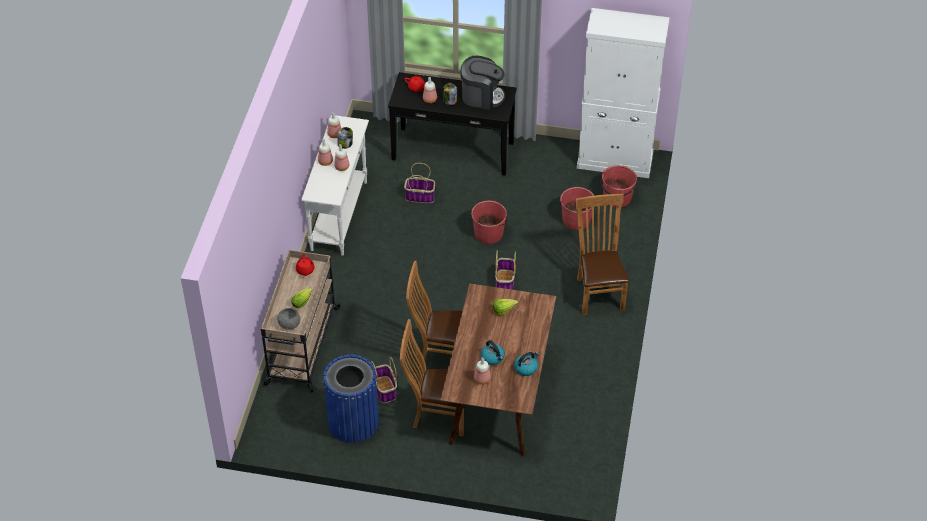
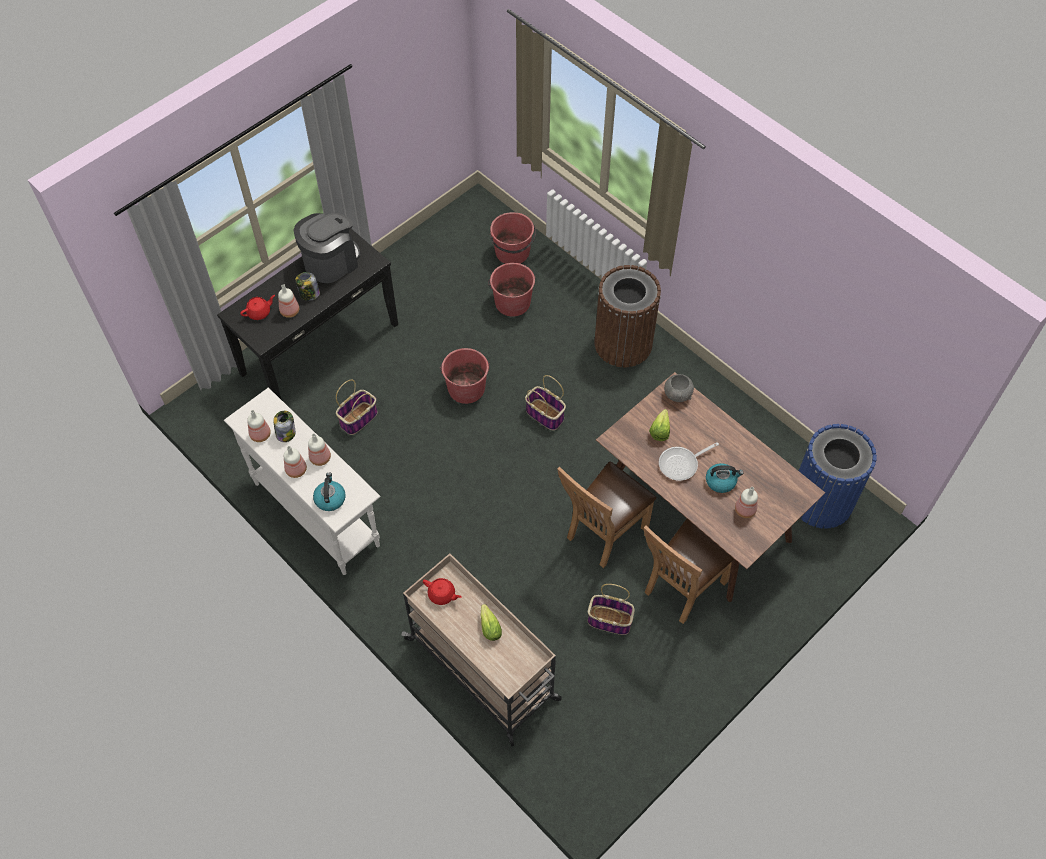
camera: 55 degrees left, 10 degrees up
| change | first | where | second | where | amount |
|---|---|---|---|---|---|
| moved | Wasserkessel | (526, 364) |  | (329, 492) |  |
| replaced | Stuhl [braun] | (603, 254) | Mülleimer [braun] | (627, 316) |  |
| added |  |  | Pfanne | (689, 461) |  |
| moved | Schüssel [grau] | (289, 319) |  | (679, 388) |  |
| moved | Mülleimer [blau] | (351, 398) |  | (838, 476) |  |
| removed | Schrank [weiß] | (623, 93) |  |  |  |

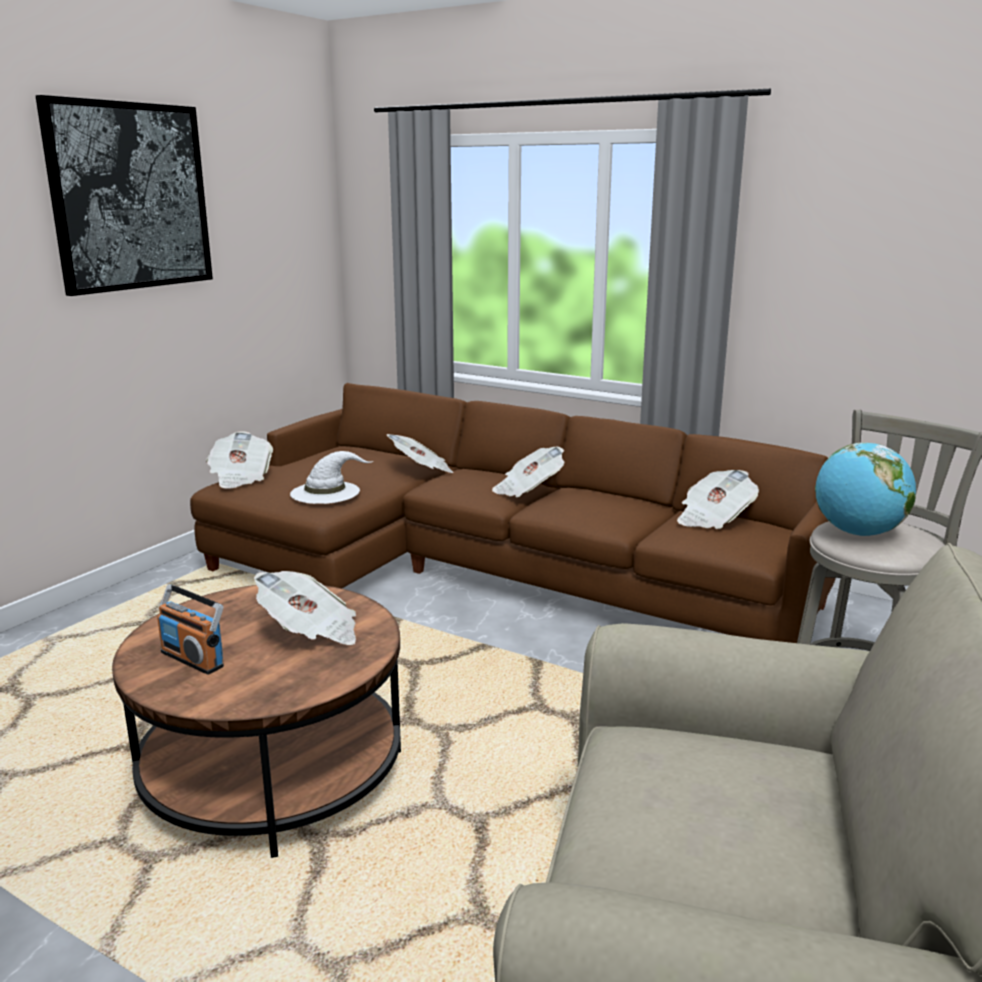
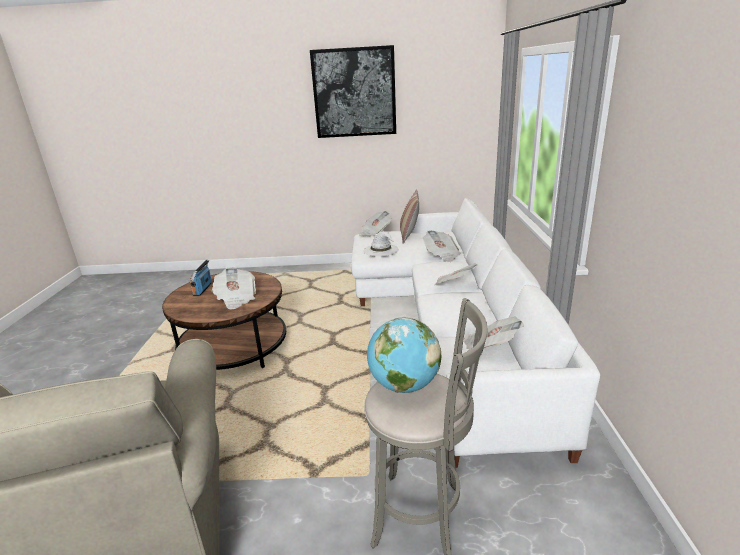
camera: 60 degrees right, 5 degrees up
| change | first | where | second | where | amount |
|---|---|---|---|---|---|
| recoloured | Sofa [braun] | (513, 513) | Sofa [weiß] | (475, 333) |  |
| added |  |  | Kissen | (409, 216) |  |

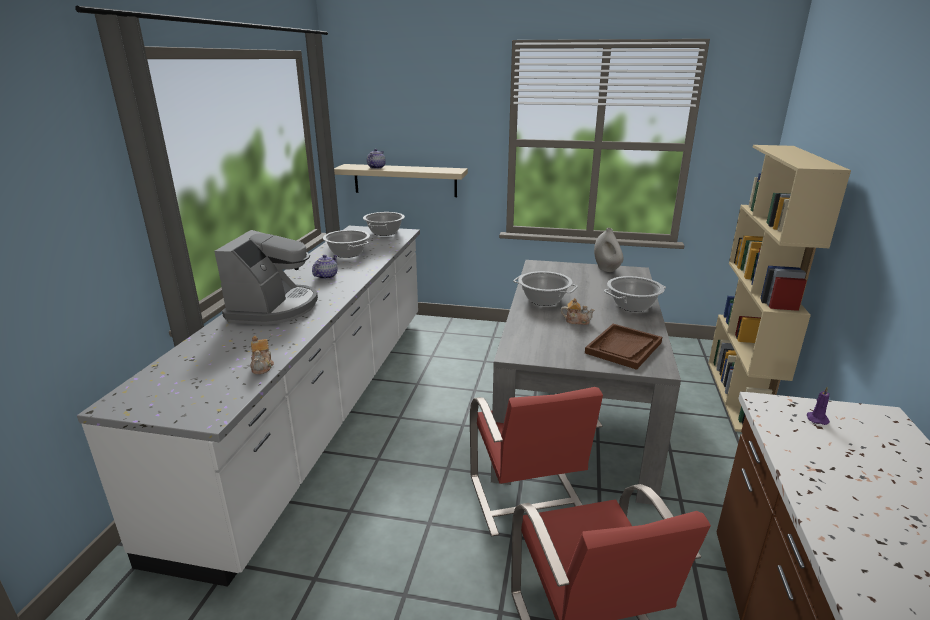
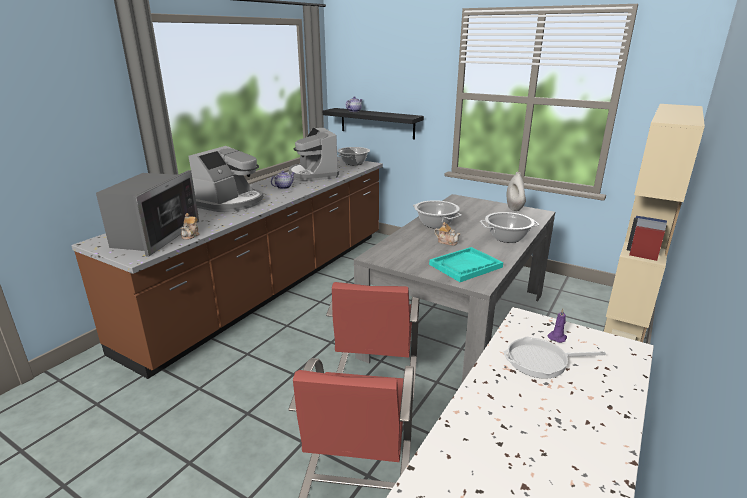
camera: 20 degrees right, 0 degrees up
| change | first | where | second | where | amount |
|---|---|---|---|---|---|
| recoloured | Küchenzeile [weiß] | (248, 406) | Küchenzeile [braun] | (227, 268) |  |
| added |  |  | Mikrowelle | (147, 213) |  |
| replaced | Kochtopf | (346, 244) | Kaffeemaschine | (314, 154) |  |
| recoloured | Wandregal [beige] | (401, 180) | Wandregal [schwarz] | (373, 124) |  |
| recoloured | Tablett [braun] | (623, 347) | Tablett [türkis] | (466, 264) |  |
| added |  |  | Pfanne | (555, 358) |  |

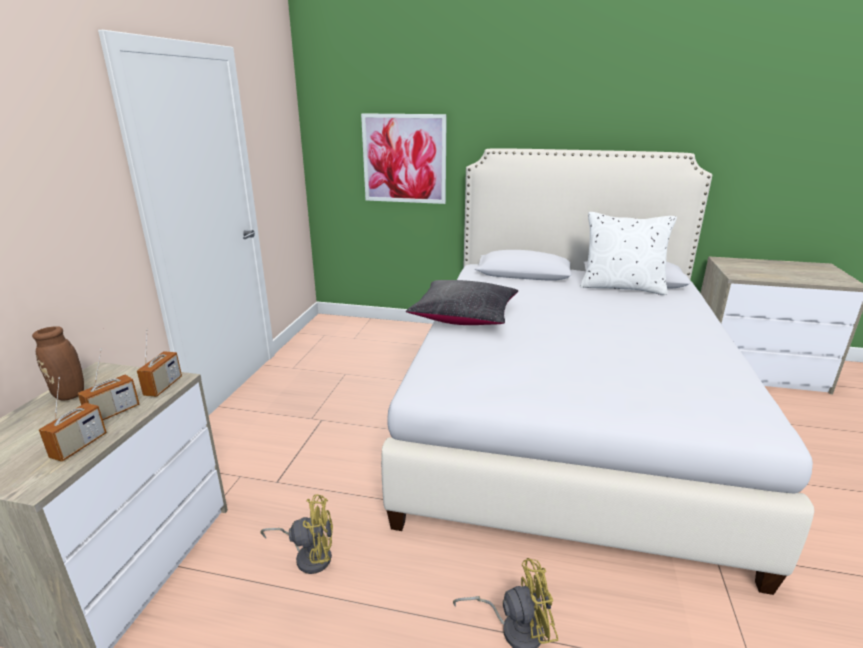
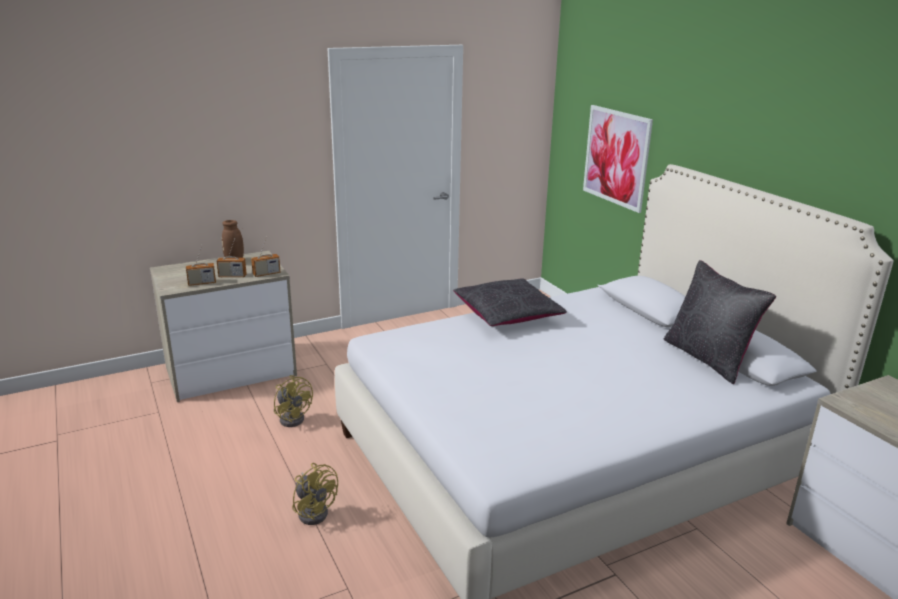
camera: 50 degrees right, 0 degrees up
| change | first | where | second | where | amount |
|---|---|---|---|---|---|
| recoloured | Kissen [weiß] | (628, 253) | Kissen [schwarz] | (719, 322) |  |

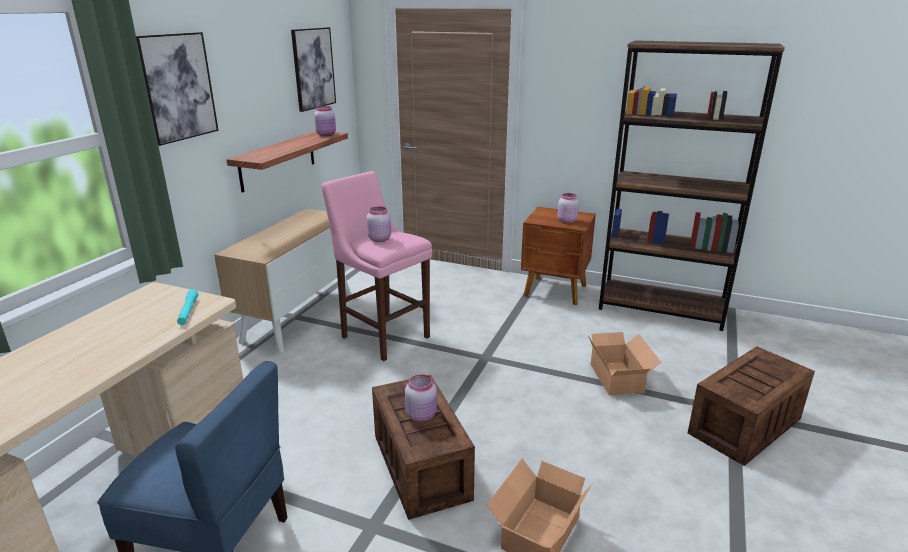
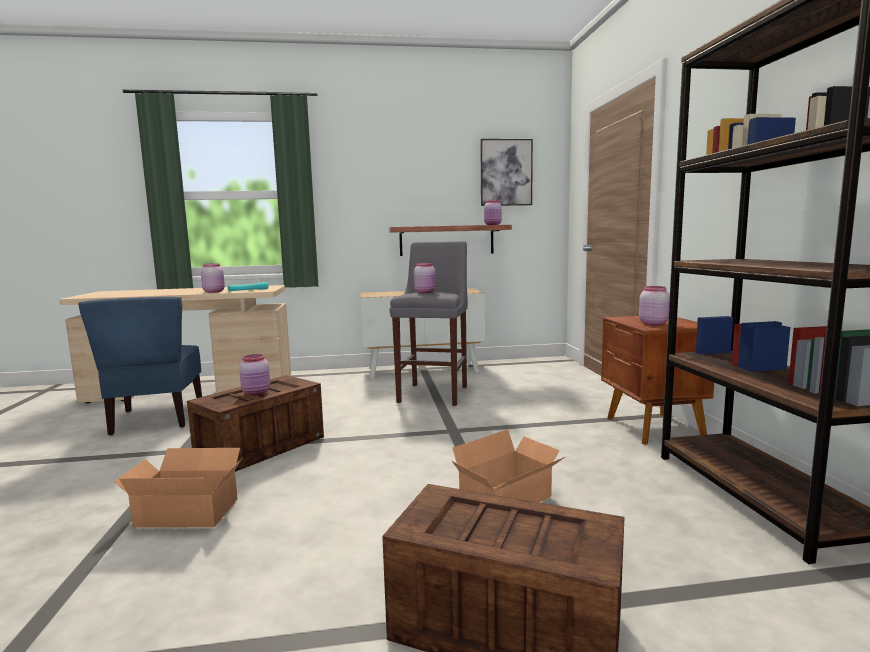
camera: 60 degrees right, 15 degrees down
| change | first | where | second | where | amount |
|---|---|---|---|---|---|
| added |  |  | Vorratsglas [rosa] | (213, 278) |  |
| recoloured | Hocker [rosa] | (376, 266) | Hocker [grau] | (428, 323) |  |
| removed | Bild | (177, 89) |  |  |  |

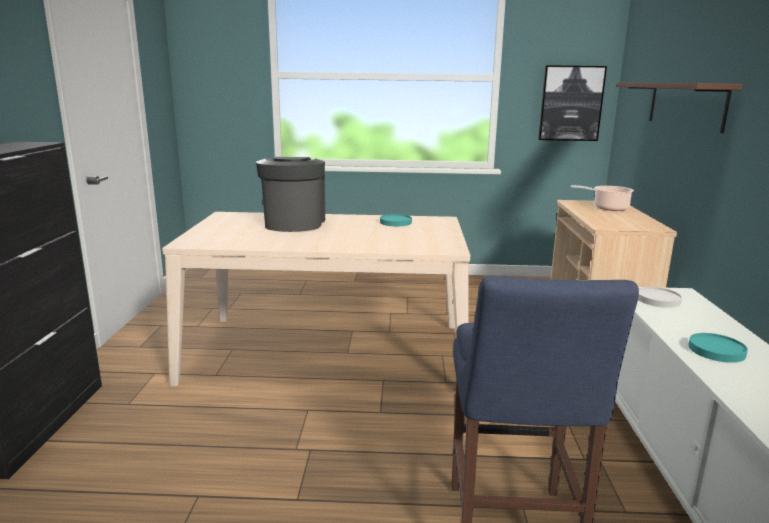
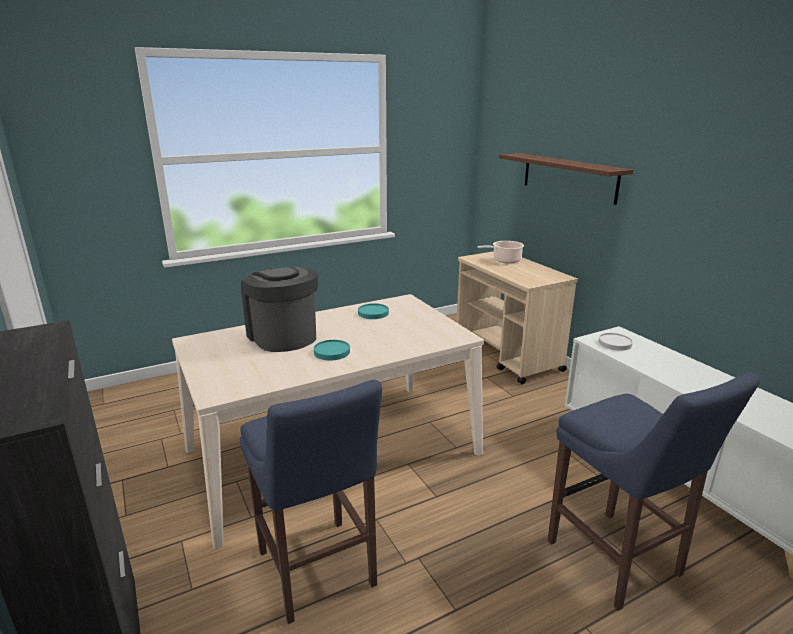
camera: 30 degrees left, 5 degrees up
| change | first | where | second | where | amount |
|---|---|---|---|---|---|
| added |  |  | Hocker [blau] | (311, 502) |  |
| moved | Teller [türkis] | (718, 348) |  | (332, 350) |  |
| removed | Bild | (572, 103) |  |  |  |

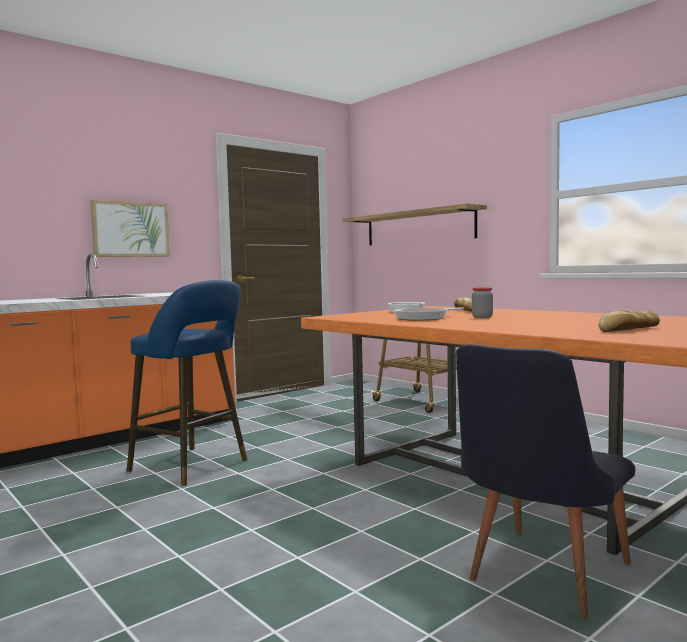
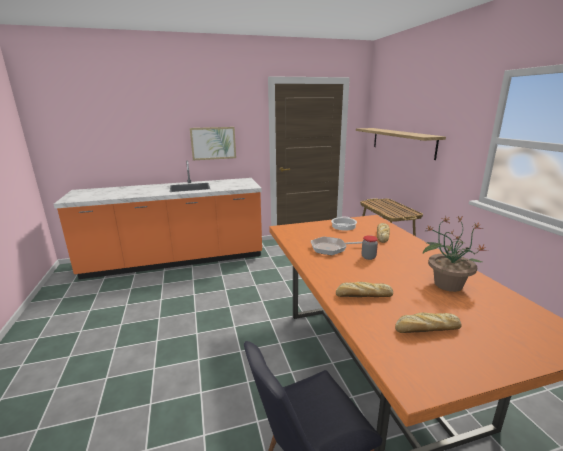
camera: 25 degrees right, 15 degrees up
| change | first | where | second | where | amount |
|---|---|---|---|---|---|
| added |  |  | Brot | (364, 289) |  |
| added |  |  | Topfpflanze | (455, 254) |  |
| removed | Hocker [blau] | (187, 383) |  |  |  |

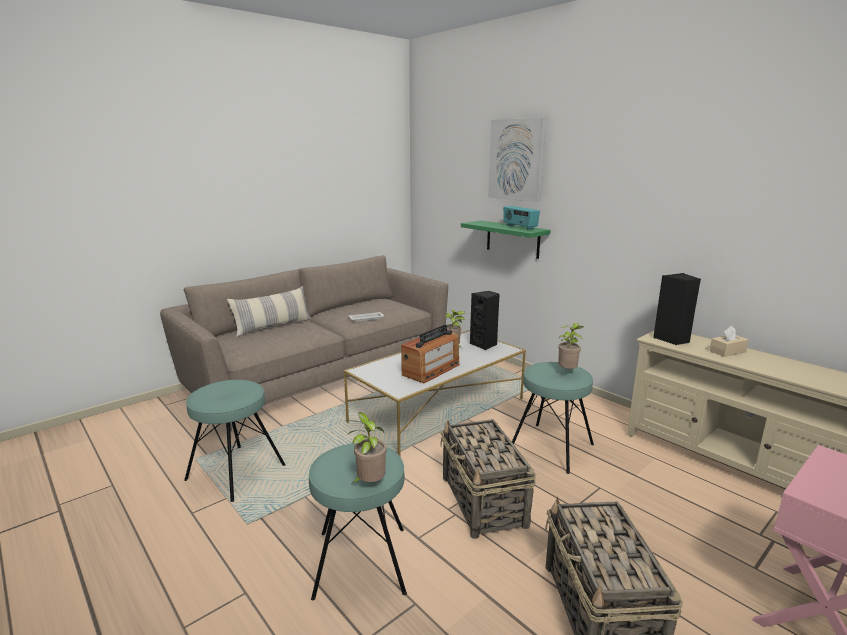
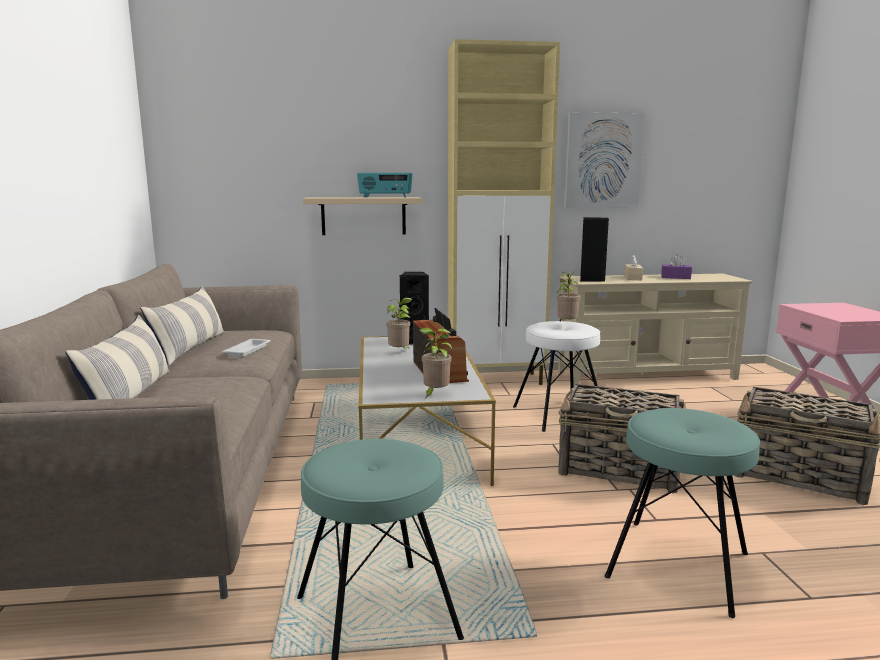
camera: 55 degrees left, 5 degrees down
| change | first | where | second | where | amount |
|---|---|---|---|---|---|
| added |  |  | Kissen | (182, 326) |  |
| recoloured | Wandregal [grün] | (506, 240) | Wandregal [beige] | (362, 216) |  |
| moved | Topfpflanze | (367, 448) |  | (435, 363) |  |
| added |  |  | Schrank [beige] | (504, 212) |  |
| recoloured | Hocker [türkis] | (553, 418) | Hocker [weiß] | (556, 376) |  |
| moved | Bild | (517, 159) |  | (605, 160) |  |
| added |  |  | Taschentuchbox [lila] | (676, 266) |  |

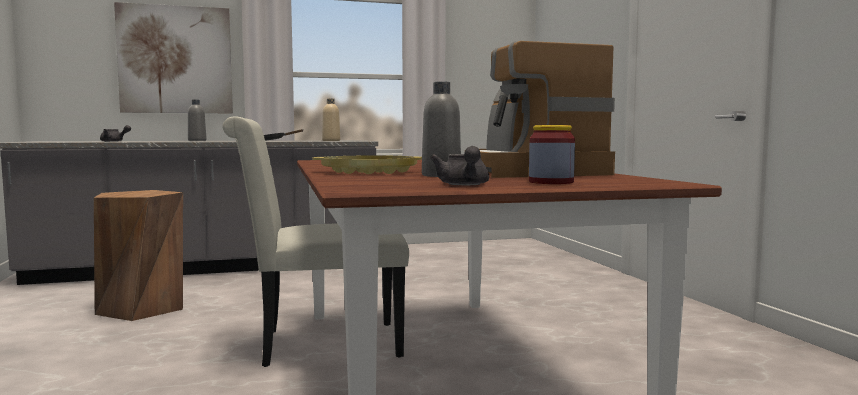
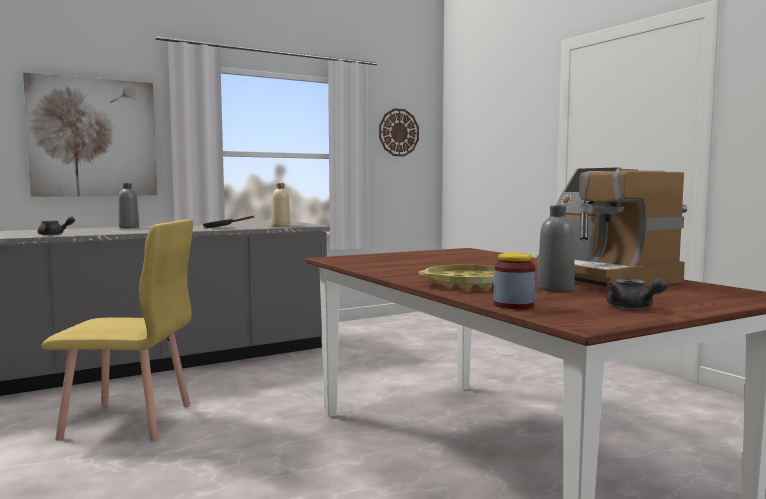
camera: 15 degrees left, 0 degrees up
| change | first | where | second | where | amount |
|---|---|---|---|---|---|
| replaced | Hocker [braun] | (138, 255) | Stuhl [gelb] | (117, 330) |  |
| added |  |  | Wanduhr | (399, 132) |  |
| moved | Vorratsglas | (552, 154) |  | (514, 281) |  |
| removed | Stuhl [weiß] | (315, 241) |  |  |  |

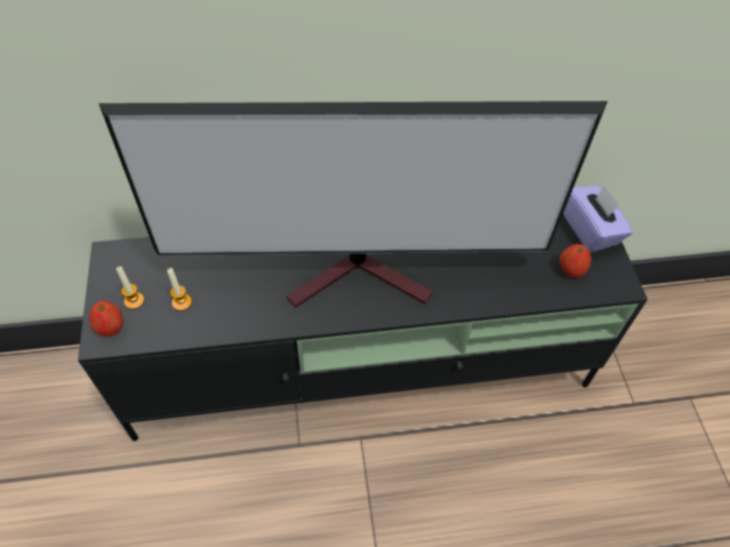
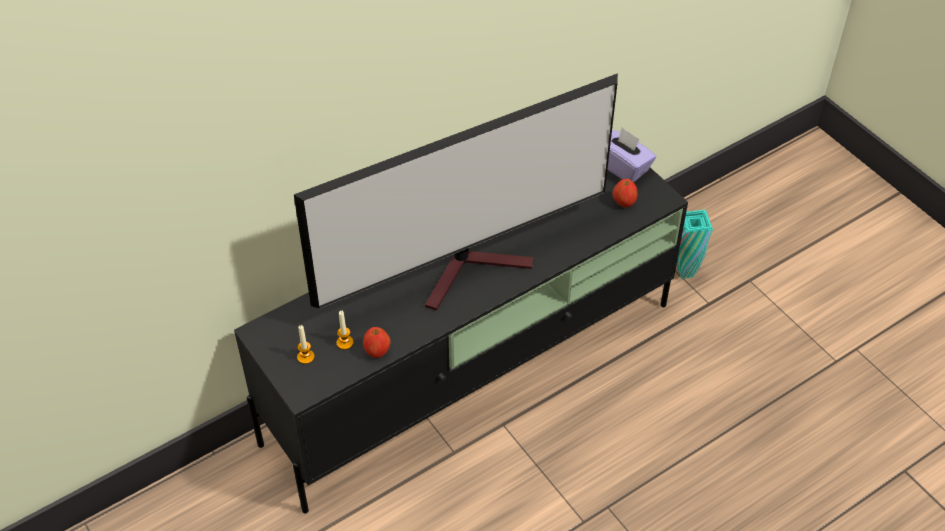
camera: 25 degrees left, 5 degrees down
| change | first | where | second | where | amount |
|---|---|---|---|---|---|
| moved | Apfel | (106, 319) |  | (377, 342) |  |
| added |  |  | Vase [türkis] | (695, 244) |  |

